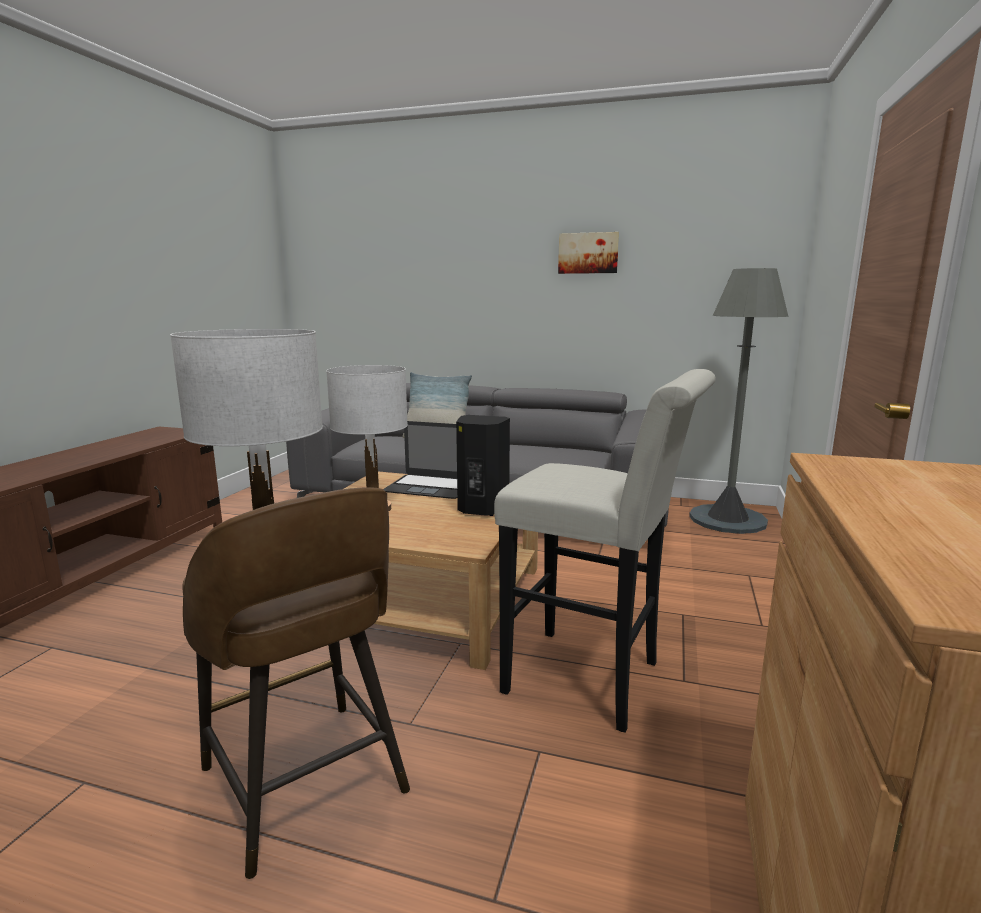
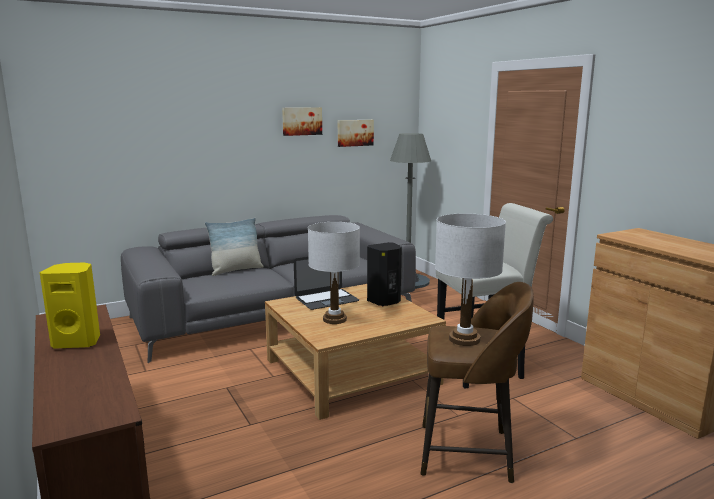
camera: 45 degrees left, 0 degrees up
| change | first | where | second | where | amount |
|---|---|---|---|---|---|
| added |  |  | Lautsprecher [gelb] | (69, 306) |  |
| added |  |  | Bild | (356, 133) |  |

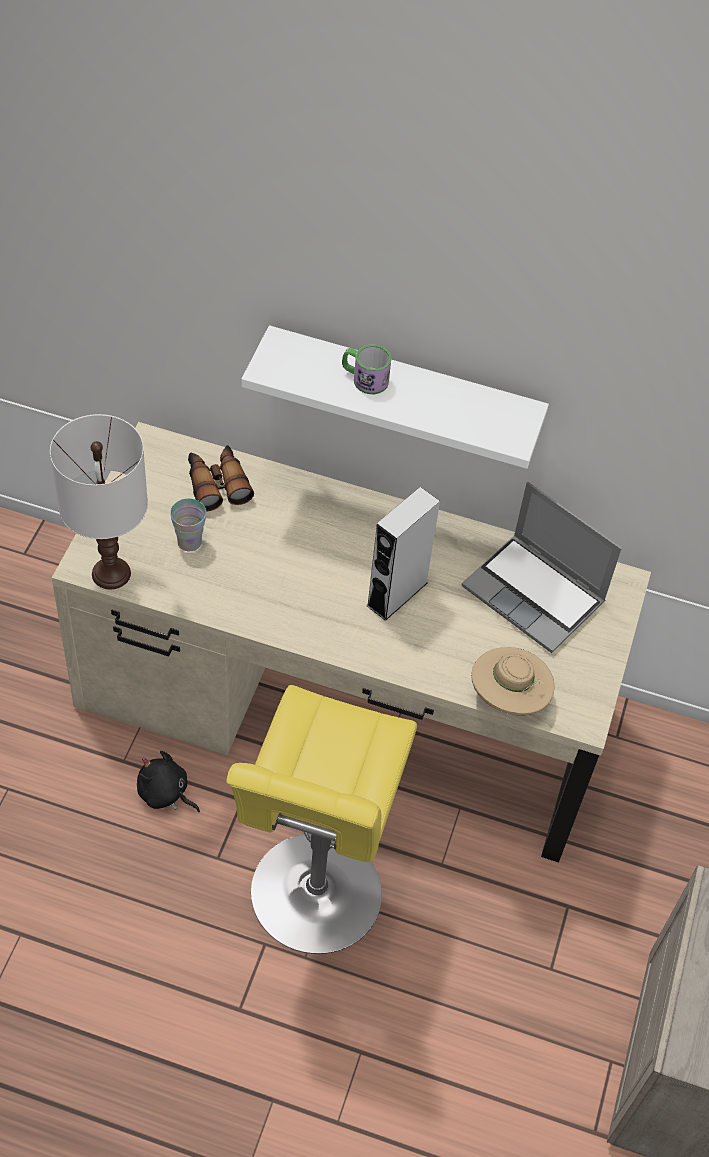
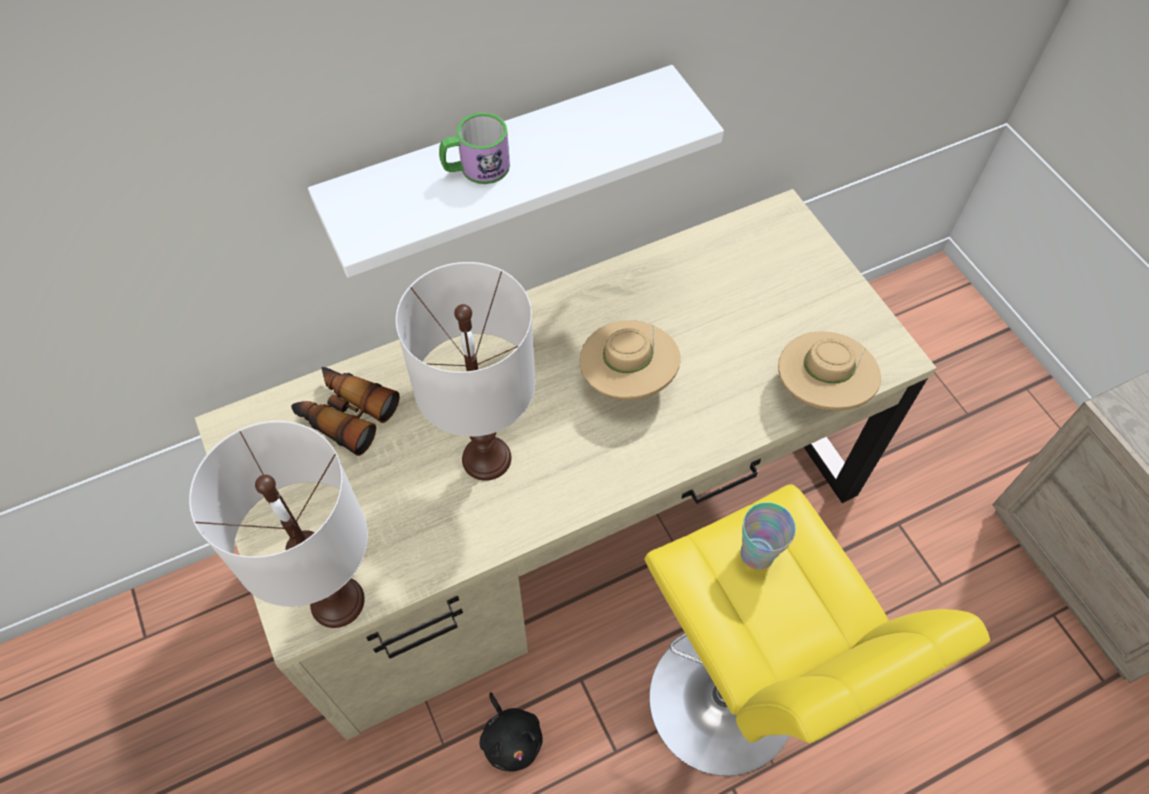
camera: 40 degrees left, 5 degrees up
| change | first | where | second | where | amount |
|---|---|---|---|---|---|
| added |  |  | Tischlampe [weiß] | (466, 371) |  |
| turned | Plüschtier [schwarz] | (168, 781) |  | (511, 732) | 105 degrees counterclockwise |
| replaced | Lautsprecher [grau] | (403, 554) | Hut [beige] | (630, 360) |  |
| moved | Tasse | (188, 524) |  | (768, 536) |  |
| removed | Laptop | (541, 567) |  |  |  |

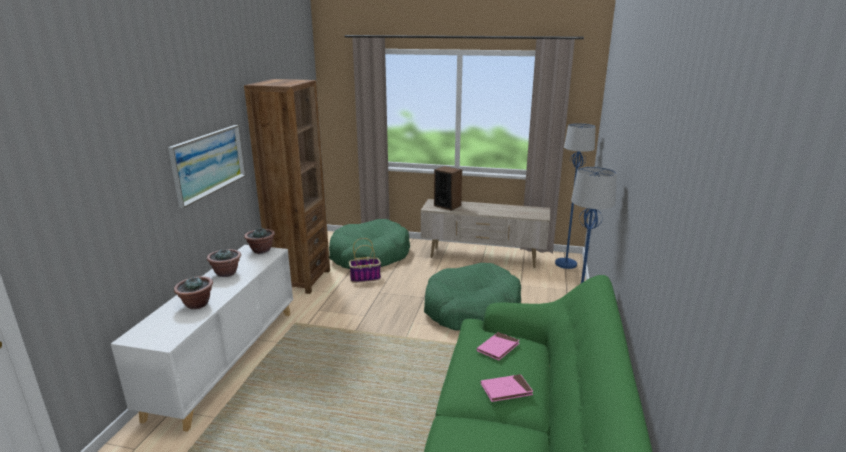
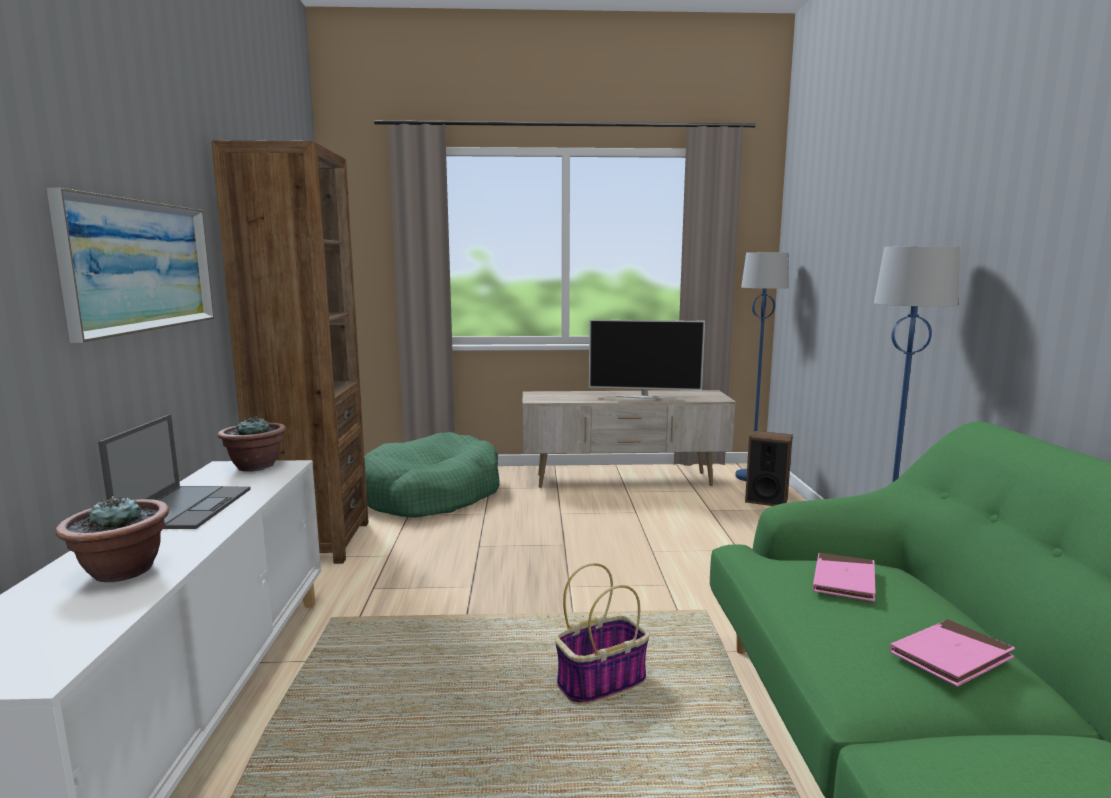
camera: 15 degrees left, 10 degrees down
| change | first | where | second | where | amount |
|---|---|---|---|---|---|
| replaced | Topfpflanze | (224, 263) | Laptop | (174, 471) |  |
| moved | Korb | (365, 260) |  | (602, 634) |  |
| added |  |  | Fernseher | (647, 359) |  |
| moved | Lautsprecher | (448, 188) |  | (769, 468) |  |
| removed | Hundebett [grün] | (472, 297) |  |  |  |

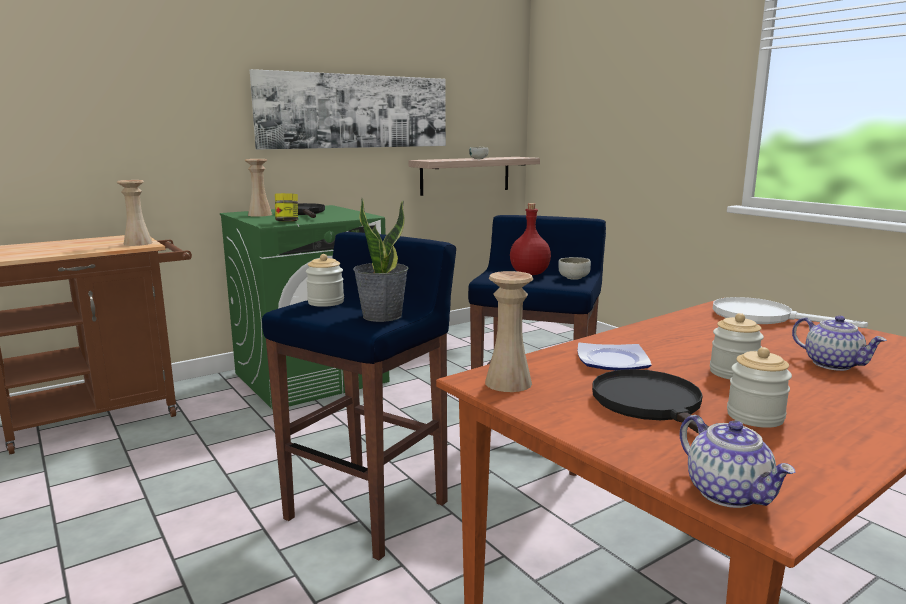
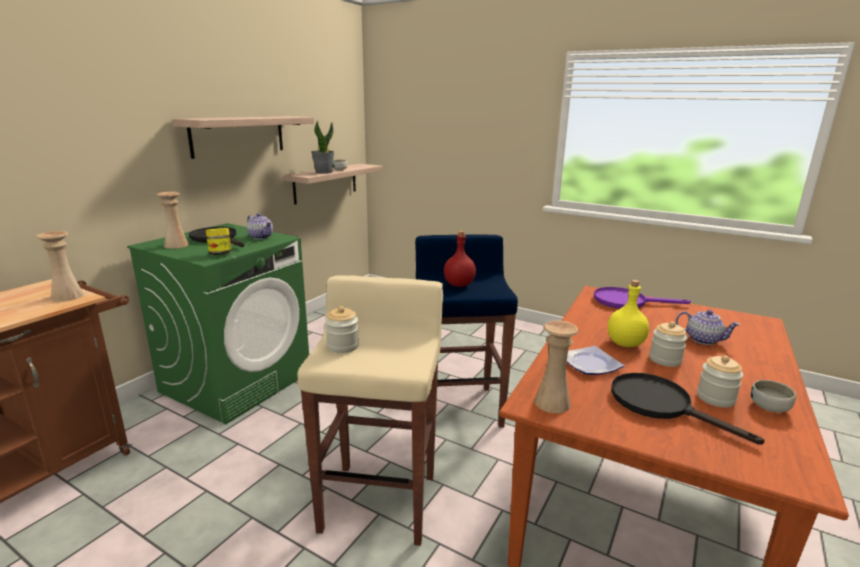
camera: 25 degrees left, 5 degrees up
| change | first | where | second | where | amount |
|---|---|---|---|---|---|
| replaced | Bild | (348, 109) | Wandregal | (243, 137) |  |
| moved | Teekanne | (738, 461) |  | (260, 226) |  |
| recoloured | Hocker [blau] | (359, 396) | Hocker [beige] | (370, 410) |  |
| moved | Topfpflanze | (381, 260) |  | (322, 147) |  |
| recoloured | Pfanne [weiß] | (790, 312) | Pfanne [lila] | (642, 298) |  |
| added |  |  | Flasche [gelb] | (628, 313) |  |
| moved | Schüssel | (574, 268) |  | (773, 396) |  |

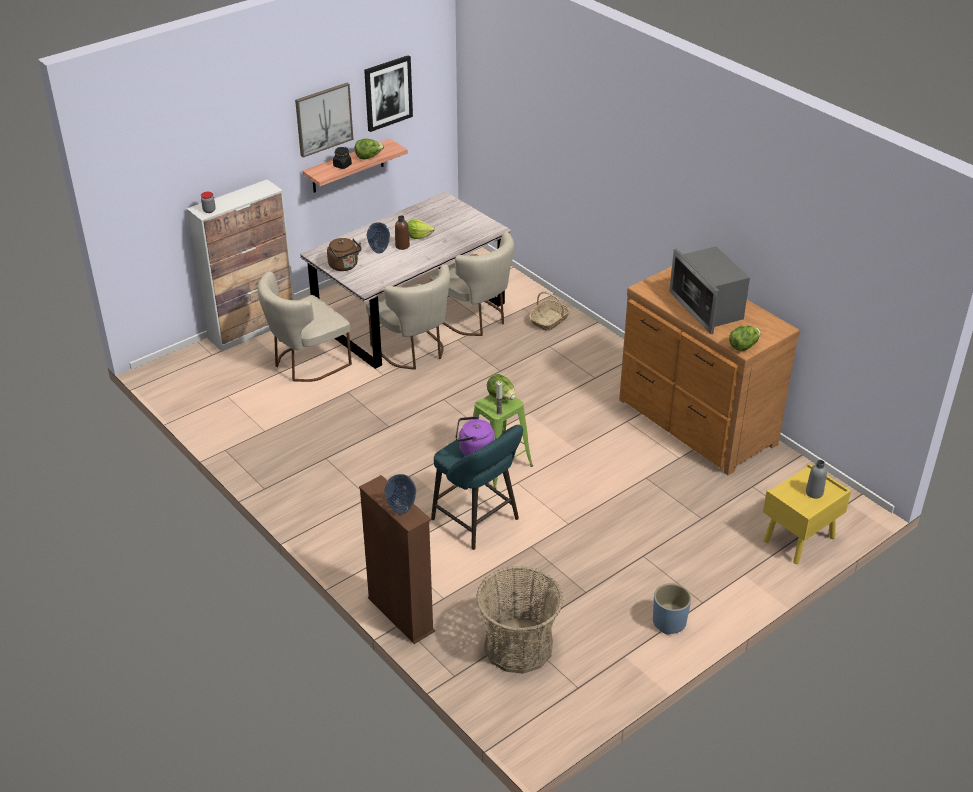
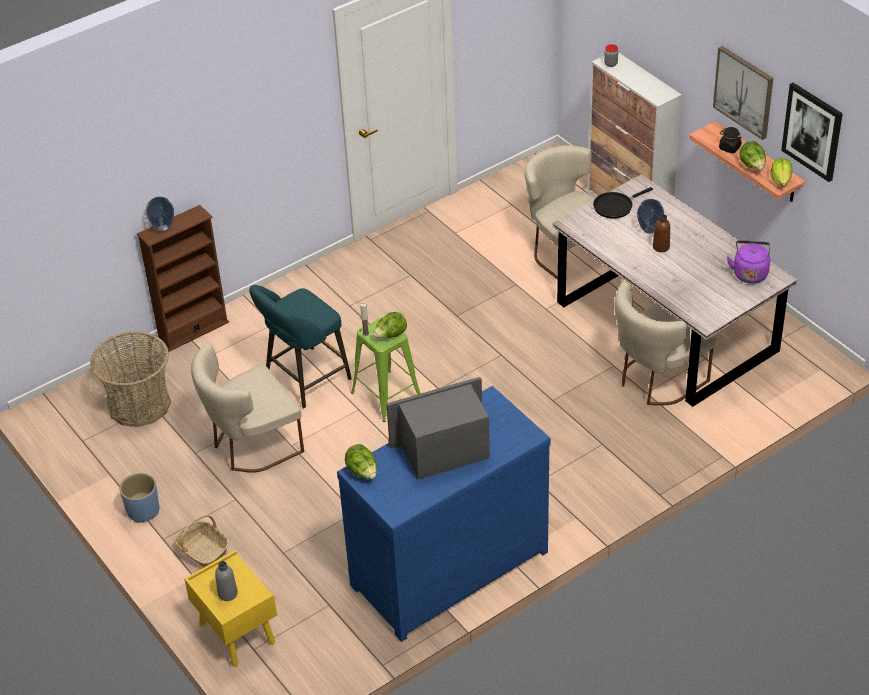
camera: 95 degrees right, 5 degrees up
| change | first | where | second | where | amount |
|---|---|---|---|---|---|
| moved | Korb | (549, 311) |  | (201, 541) |  |
| moved | Stuhl [beige] | (408, 317) |  | (247, 408) |  |
| recoloured | Kommode [braun] | (709, 371) | Kommode [blau] | (444, 514) |  |
| replaced | Wasserkessel [braun] | (344, 254) | Pfanne [schwarz] | (623, 203) |  |
| moved | Wasserkessel [lila] | (475, 436) |  | (748, 261) |  |
| moved | Salatkopf | (421, 229) |  | (781, 172) |  |

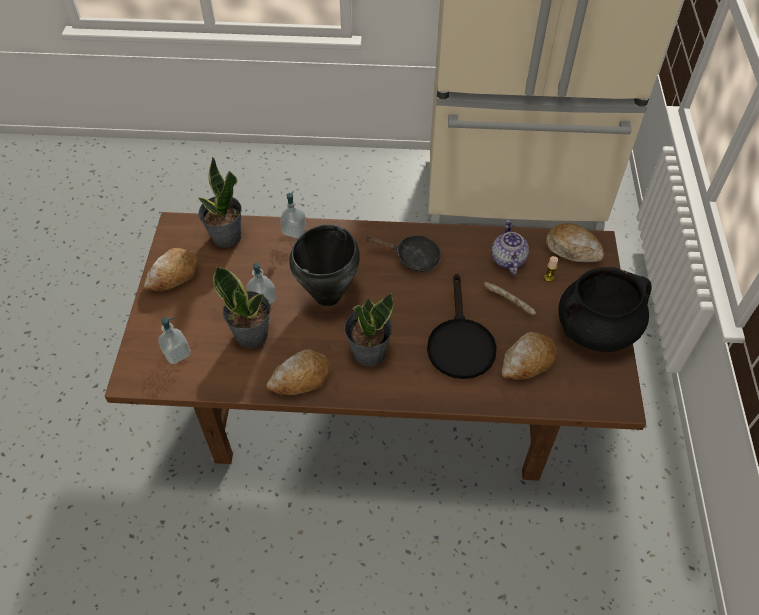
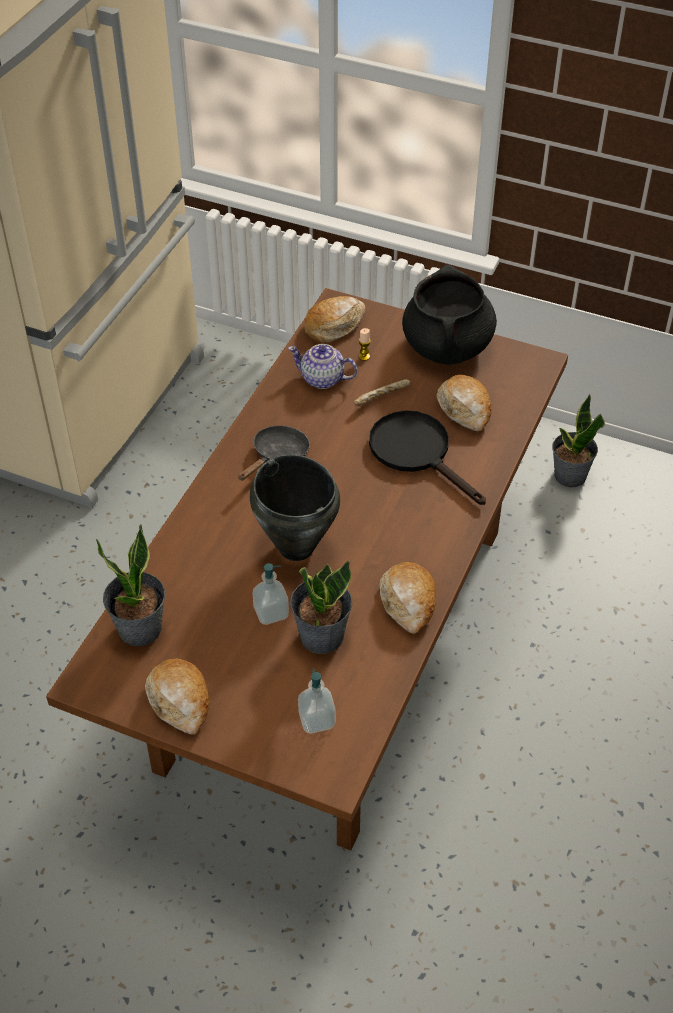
camera: 70 degrees left, 5 degrees down
| change | first | where | second | where | amount |
|---|---|---|---|---|---|
| turned | Pfanne [schwarz] | (462, 326) |  | (427, 457) | 150 degrees counterclockwise |
| moved | Topfpflanze | (368, 329) |  | (578, 440) |  |
| removed | Seifenspender | (293, 214) |  |  |  |

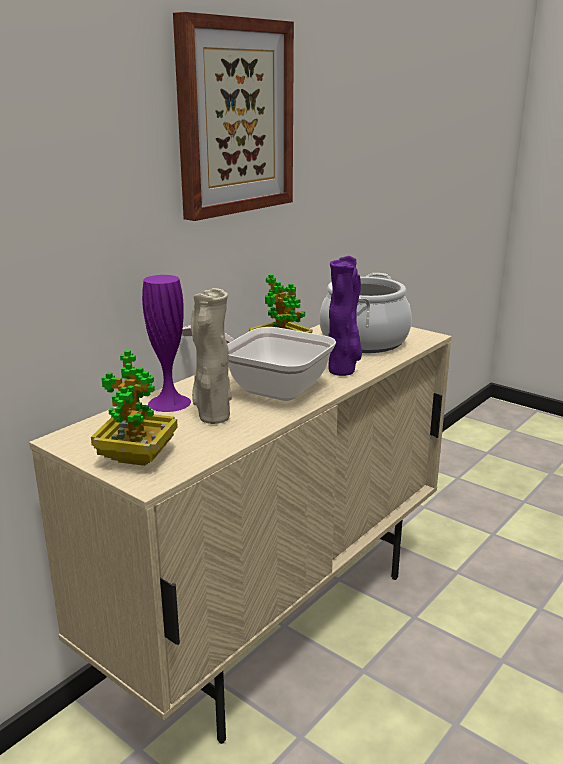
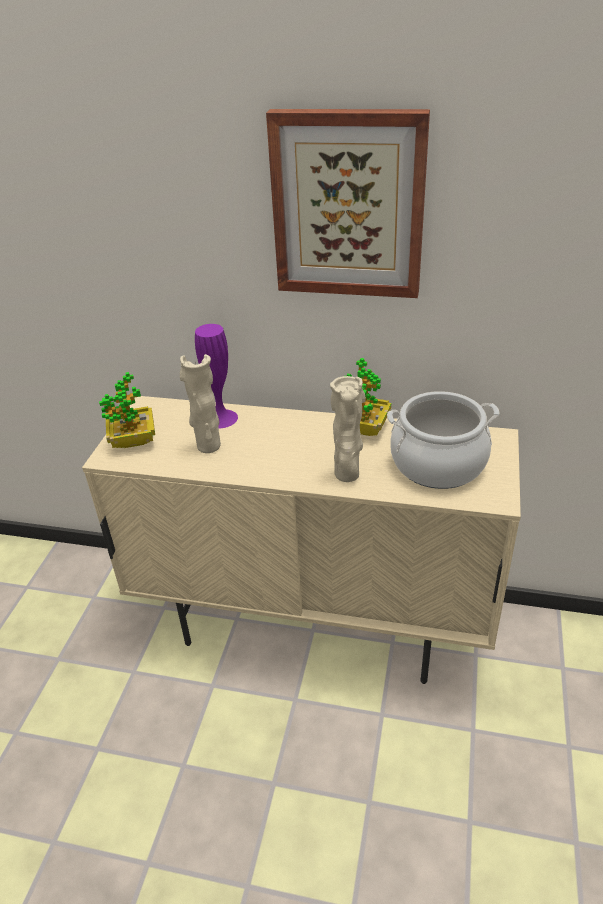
camera: 65 degrees right, 15 degrees up
| change | first | where | second | where | amount |
|---|---|---|---|---|---|
| recoloured | Vase [lila] | (345, 316) | Vase [beige] | (348, 429) |  |
| removed | Pfanne | (259, 363) |  |  |  |

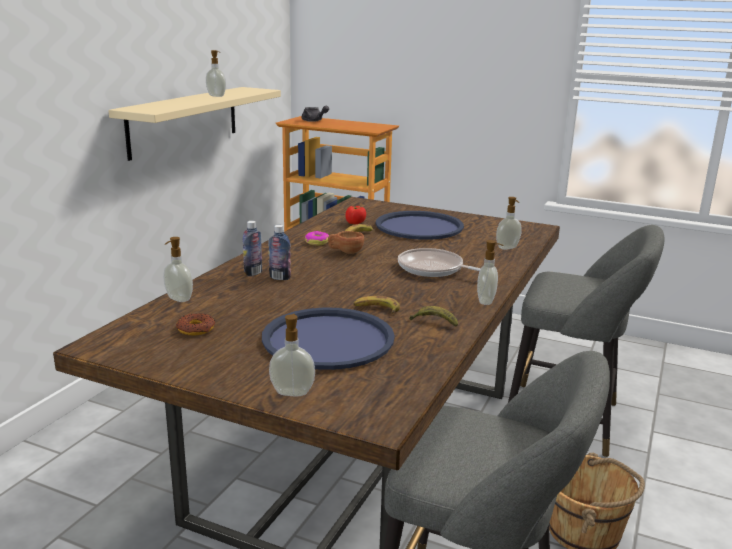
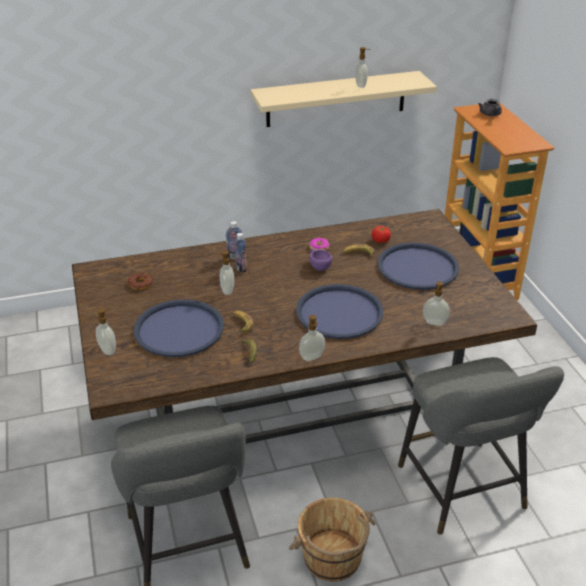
camera: 50 degrees right, 15 degrees up
| change | first | where | second | where | amount |
|---|---|---|---|---|---|
| moved | Seifenspender | (178, 269) |  | (225, 272) |  |
| replaced | Pfanne | (439, 262) | Tablett [blau] | (339, 311) |  |
| recoloured | Tasse [braun] | (346, 242) | Tasse [lila] | (321, 260) |  |

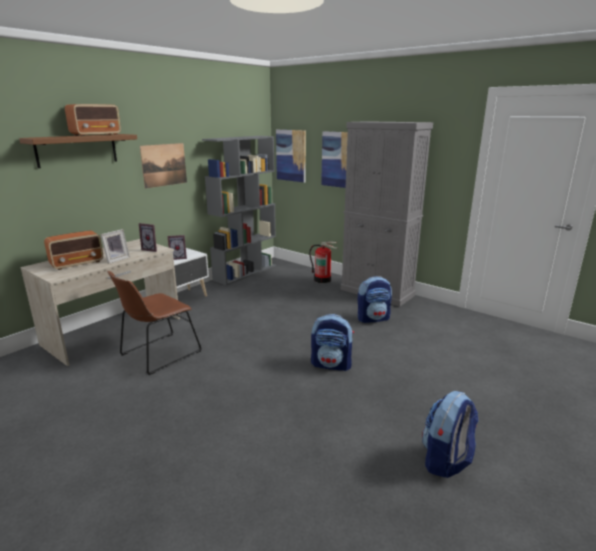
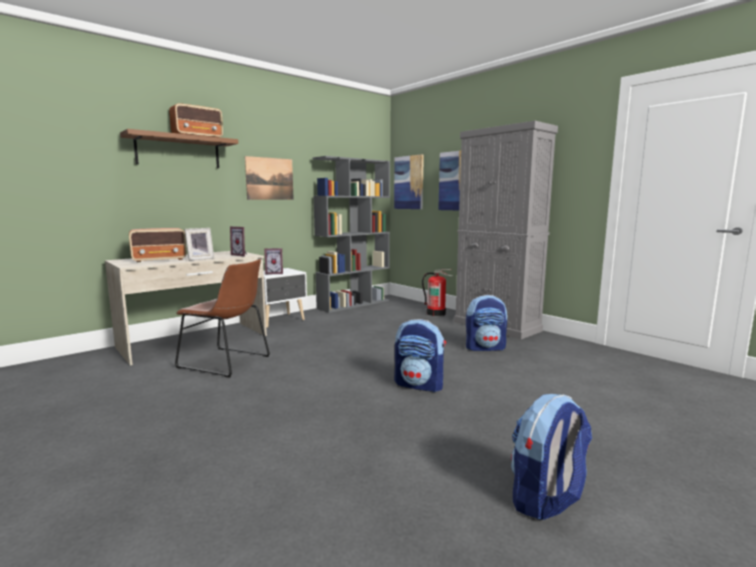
camera: 10 degrees right, 10 degrees down
| change | first | where | second | where | amount |
|---|---|---|---|---|---|
| turned | Stuhl [braun] | (154, 323) |  | (222, 318) | 120 degrees counterclockwise |

